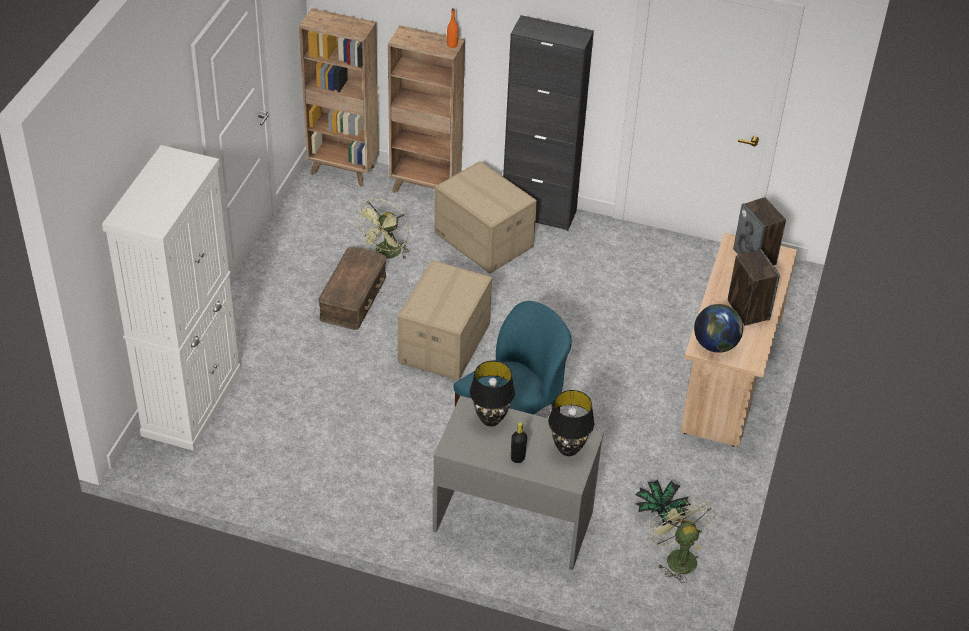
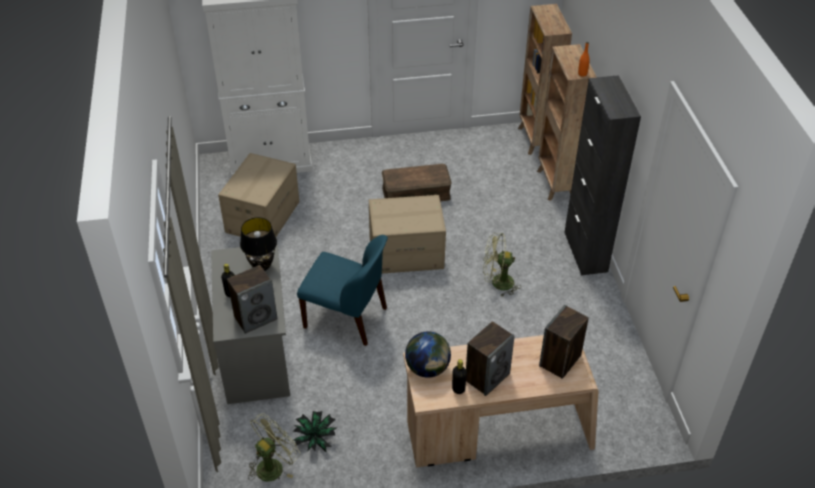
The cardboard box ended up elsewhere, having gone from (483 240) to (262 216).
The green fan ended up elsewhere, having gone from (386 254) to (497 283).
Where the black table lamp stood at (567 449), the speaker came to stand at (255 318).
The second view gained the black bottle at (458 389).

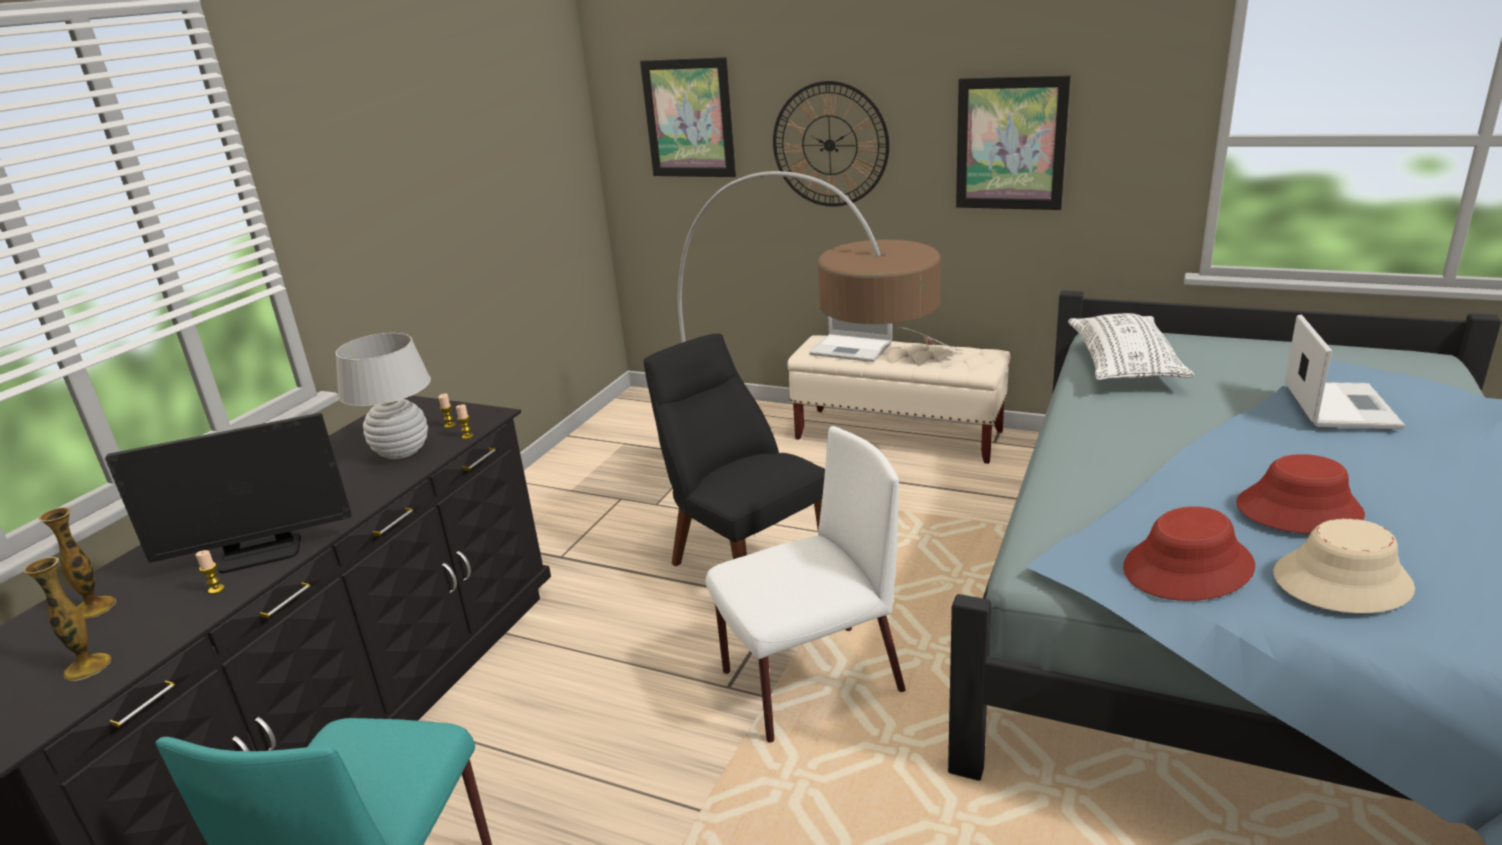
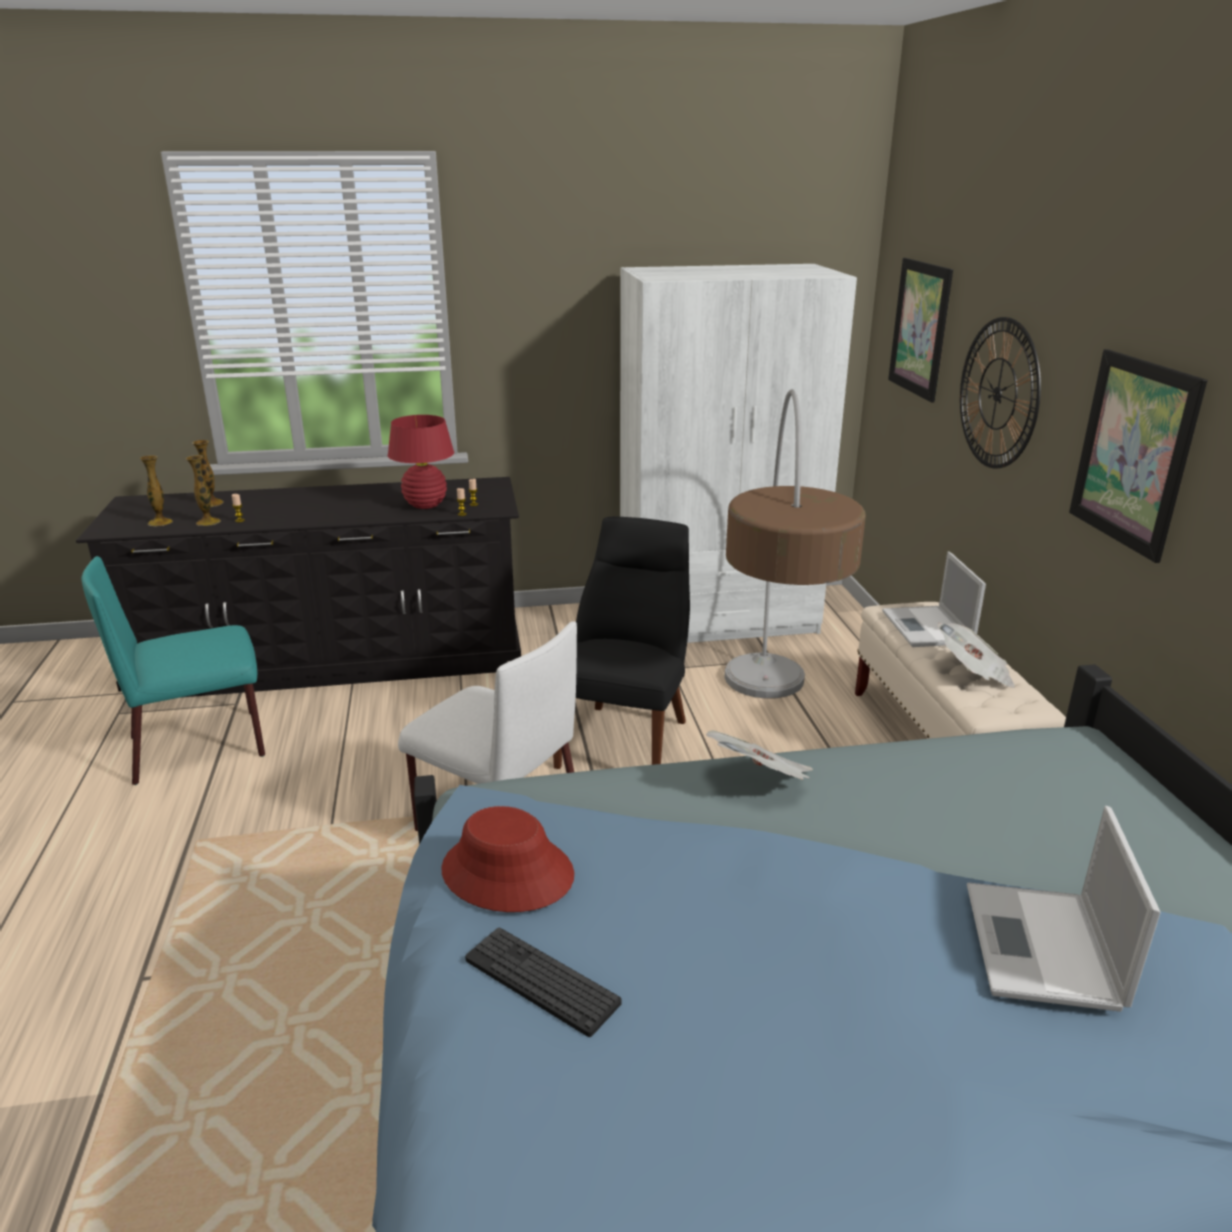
The second view lost the white pillow at (1124 365).
The laptop at (1338 405) ended up facing another way, 120 degrees clockwise from before.
What was the white table lamp at (402 452) turned into the red table lamp at (425 505).
The second view lost the monitor at (260 553).
The second view lost the red hat at (1298 509).
Where the beige hat stood at (1341 581), the keyboard came to stand at (541 981).
The second view gained the white wardrobe at (718 619).
The second view gained the vase at (208 522).
The second view gained the newspaper at (761 780).

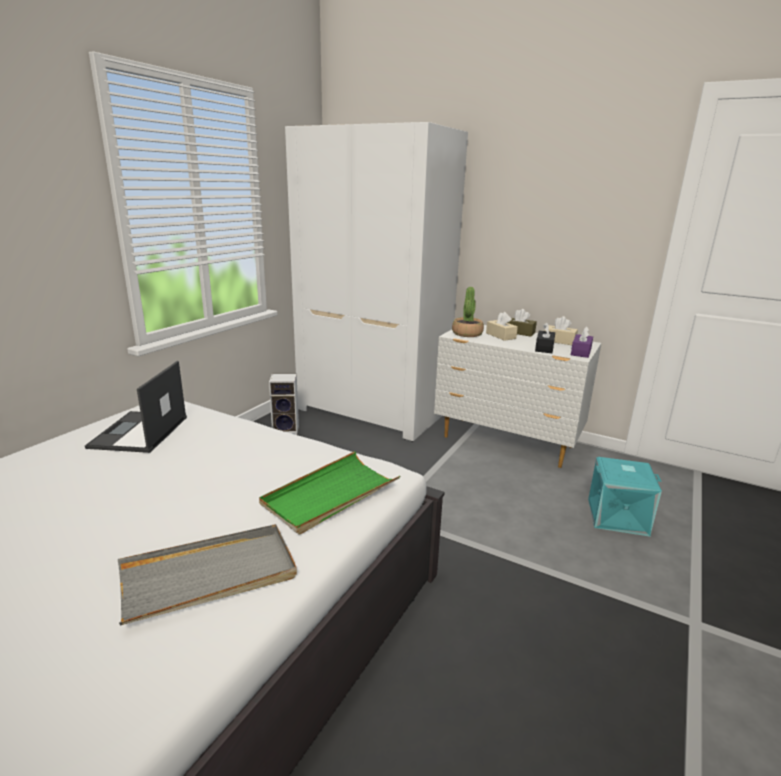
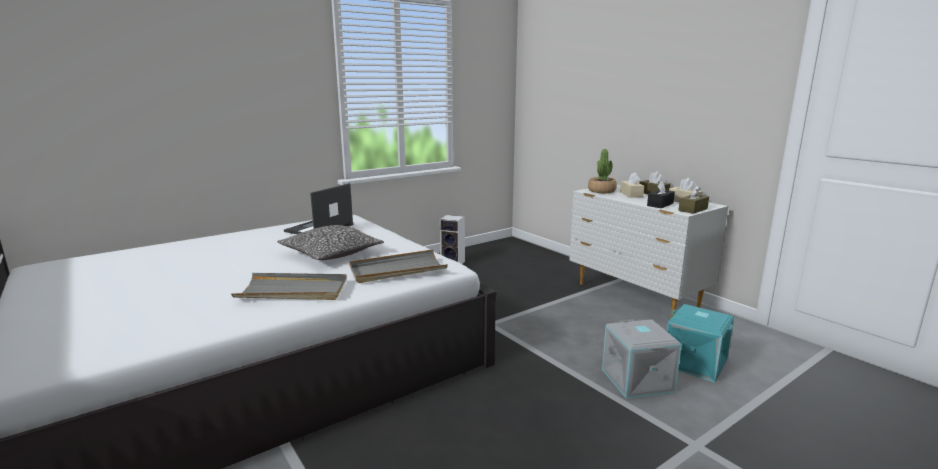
The second view lost the white wardrobe at (374 410).
What was the purple tissue box at (581 352) turned into the brown tissue box at (693 210).
What was the green tray at (330 495) turned into the grey tray at (397 270).
The second view gained the pillow at (331 254).
The second view gained the grey storage box at (638 380).

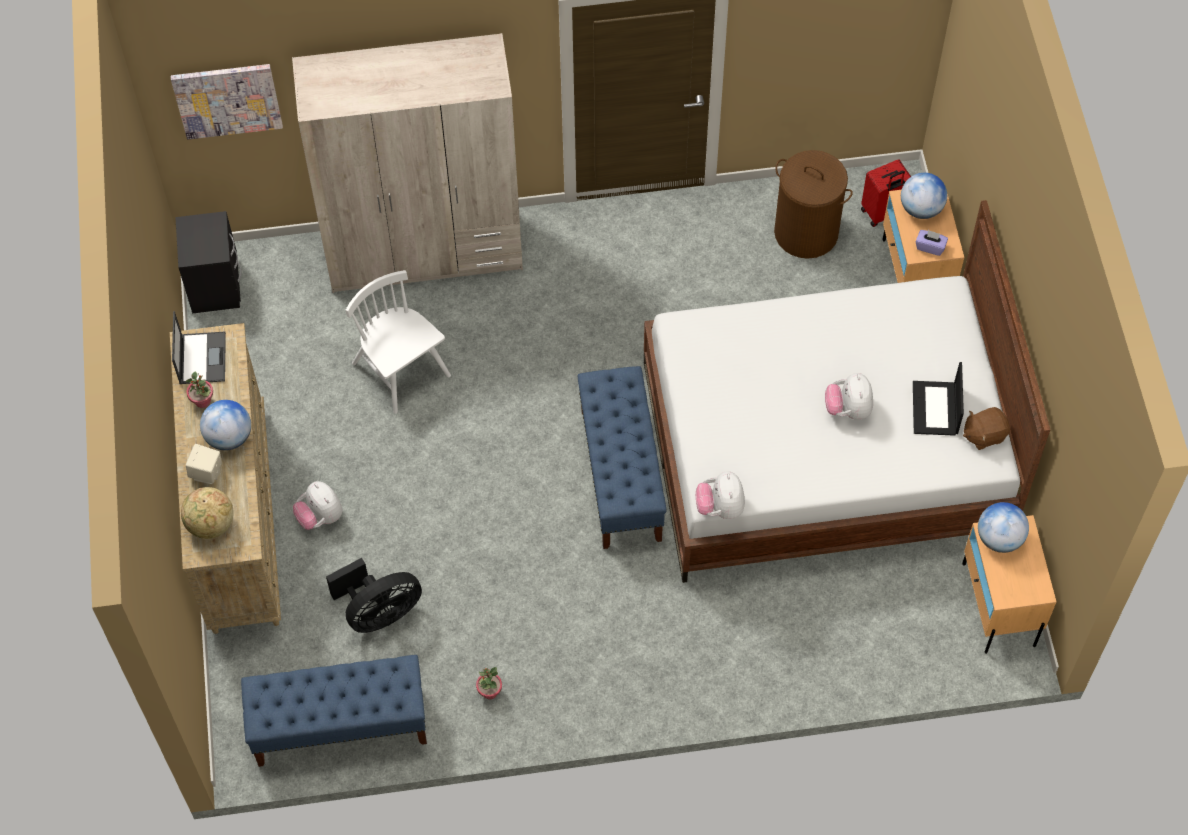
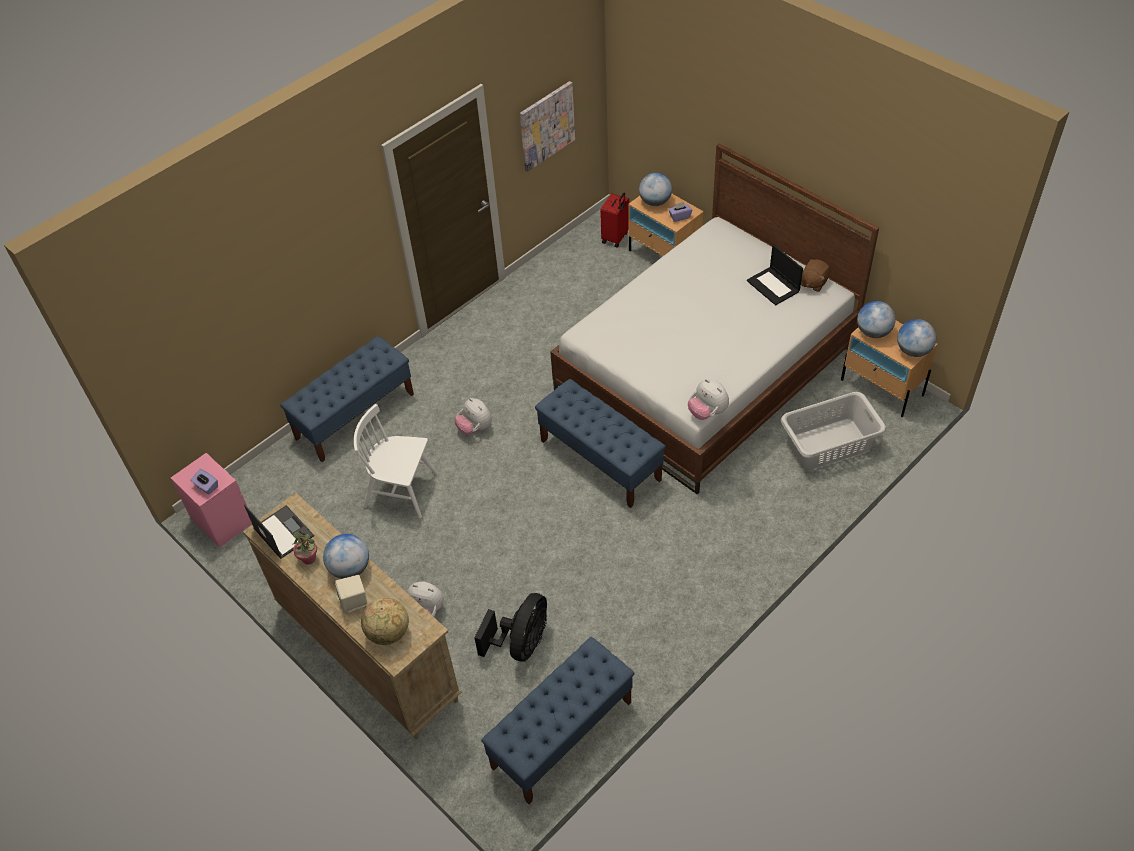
Where the beige wardrobe stood at (425 252), the blue bench came to stand at (355 416).
The picture ended up elsewhere, having gone from (227 100) to (546 125).
The second view lost the brown laundry basket at (806 232).
What was the black nightstand at (215 285) turned into the pink nightstand at (222 520).
The plush toy ended up elsewhere, having gone from (848 409) to (475 428).
The second view lost the potted plant at (489 692).
The second view gained the globe at (913 351).
The second view gained the grey laundry basket at (829 444).
The second view gained the purple tissue box at (206 486).

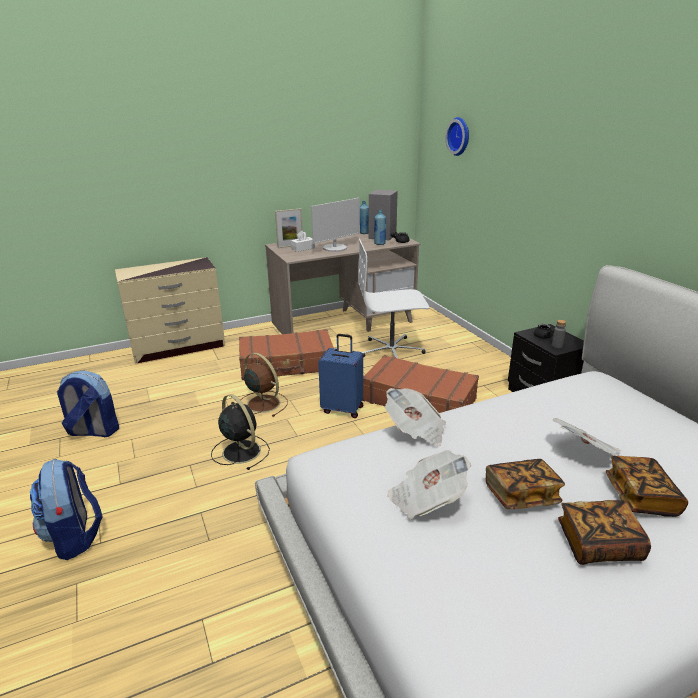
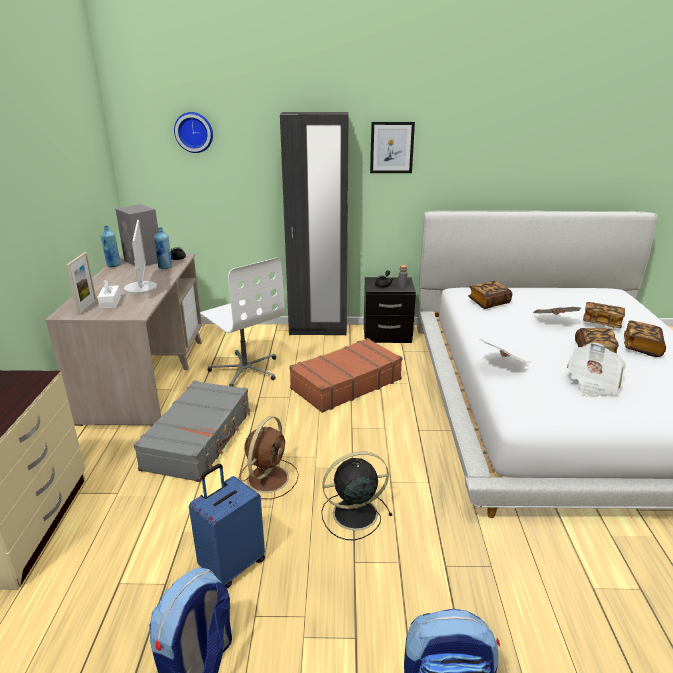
The white office chair at (392 351) ended up facing another way, 60 degrees counterclockwise from before.
What was the brown suitcase at (287 364) turned into the grey suitcase at (199 439).
The blue suitcase ended up elsewhere, having gone from (343 409) to (232 565).
The brown fan at (262 403) ended up facing another way, 135 degrees clockwise from before.
The second view gained the black wardrobe at (318 330).
The second view gained the picture at (391 147).
The second view gained the book at (488 302).

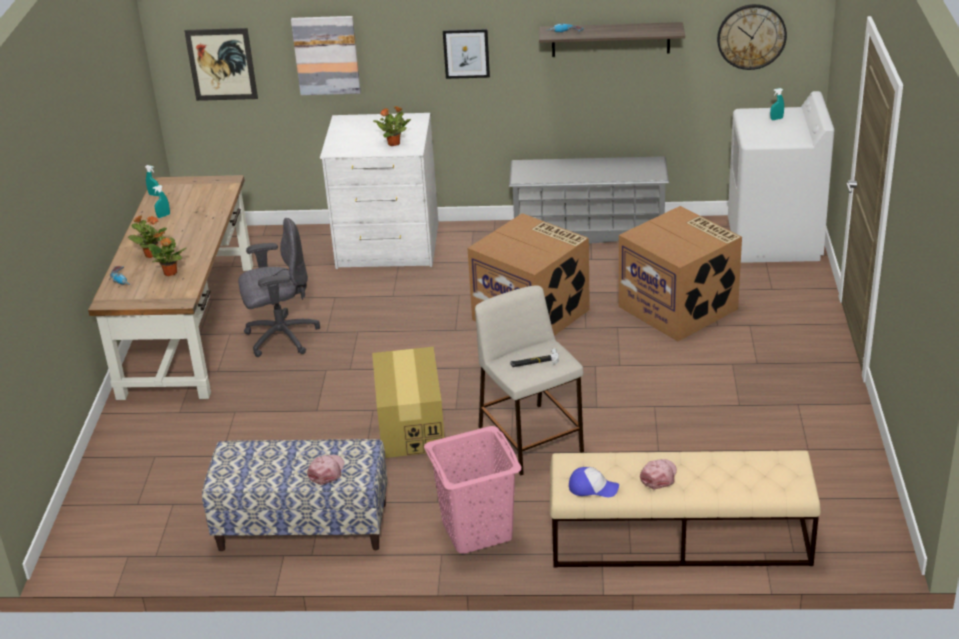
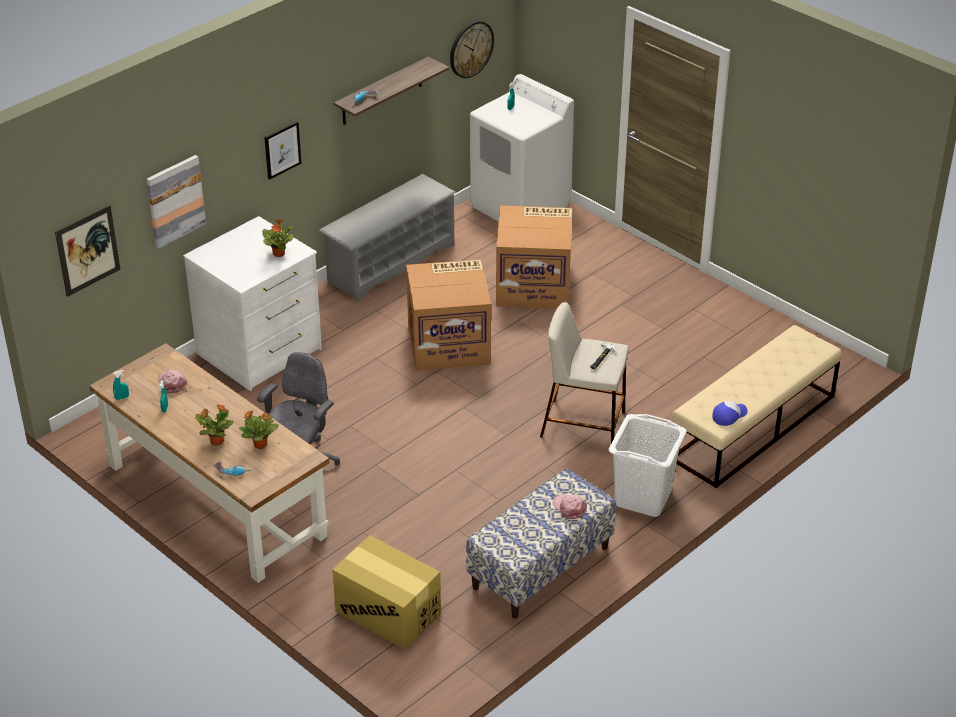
The cardboard box ended up elsewhere, having gone from (410 426) to (388 612).
What was the pink laundry basket at (477 531) turned into the white laundry basket at (643 497).
The pink cap ended up elsewhere, having gone from (659 476) to (172 383).

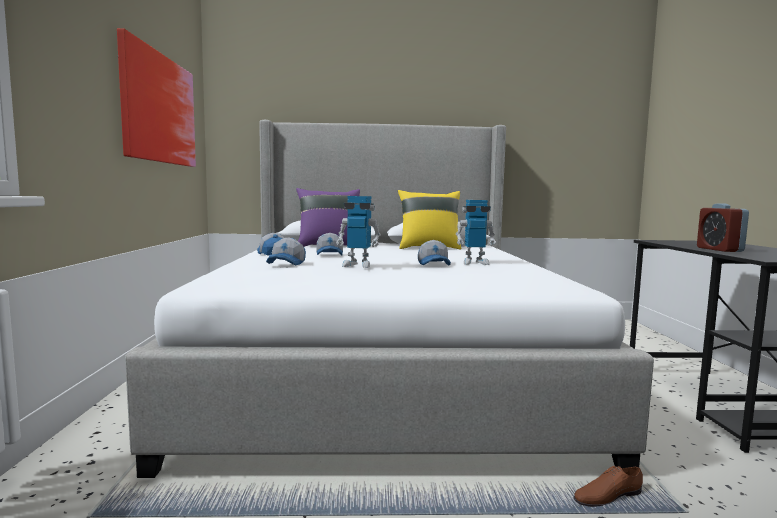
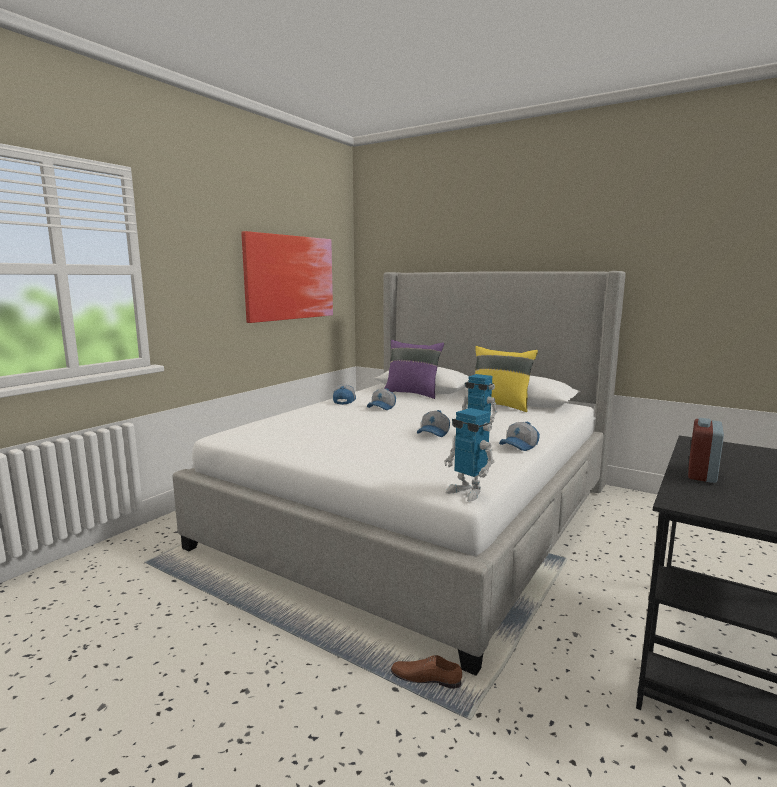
The toy robot ended up elsewhere, having gone from (358 265) to (467 492).
The cap ended up elsewhere, having gone from (287 263) to (519 446).

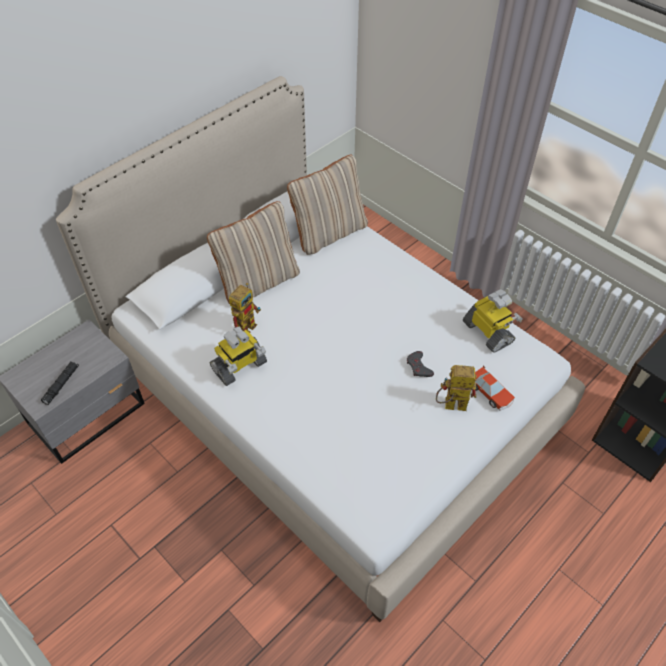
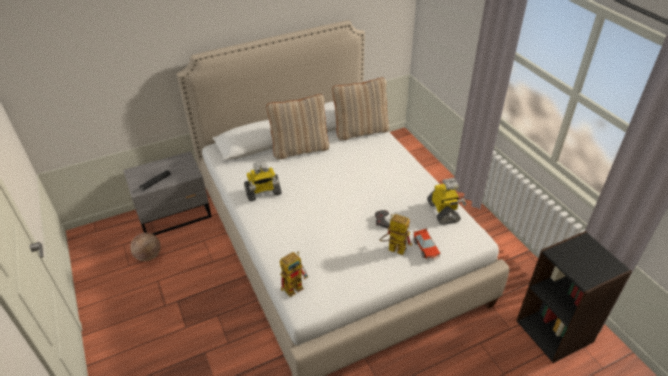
The toy robot ended up elsewhere, having gone from (247 324) to (296 285).
The second view gained the basketball at (148 256).

